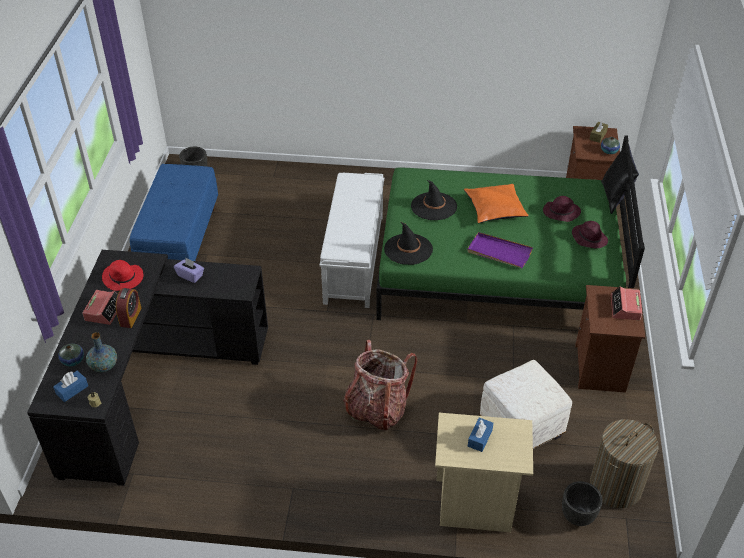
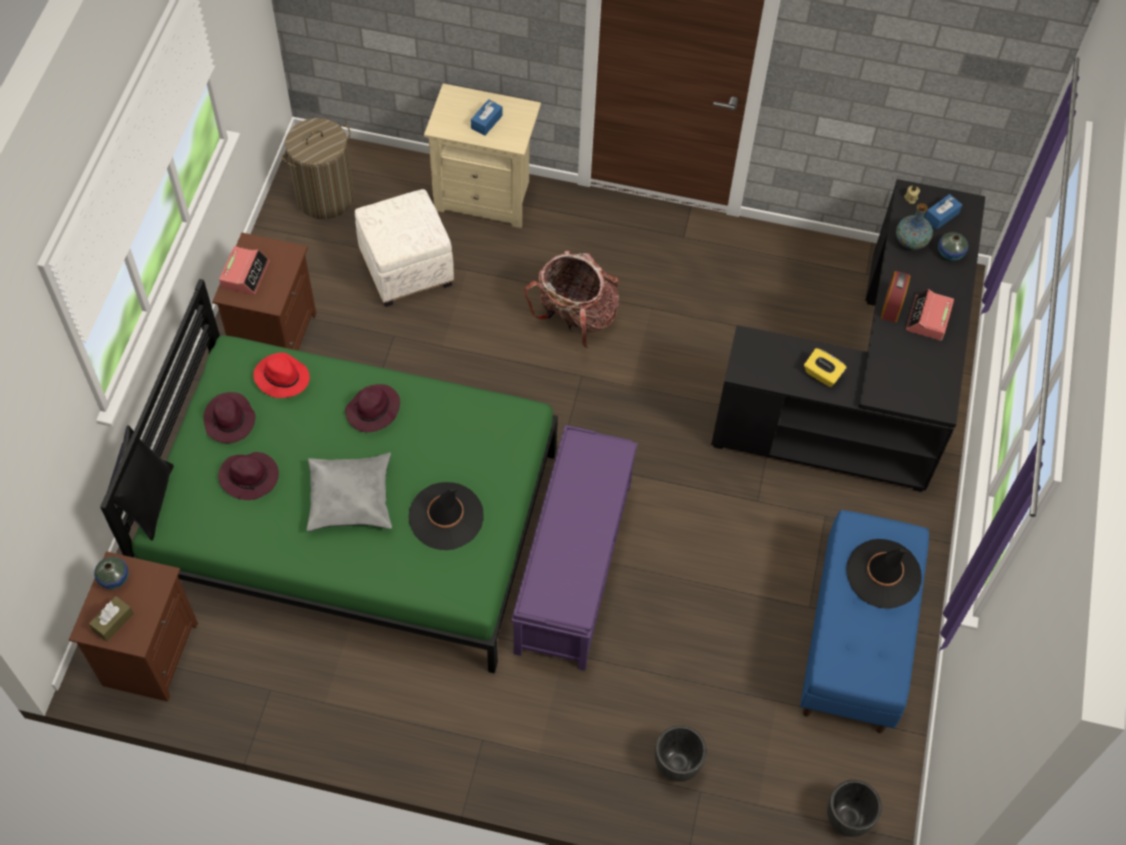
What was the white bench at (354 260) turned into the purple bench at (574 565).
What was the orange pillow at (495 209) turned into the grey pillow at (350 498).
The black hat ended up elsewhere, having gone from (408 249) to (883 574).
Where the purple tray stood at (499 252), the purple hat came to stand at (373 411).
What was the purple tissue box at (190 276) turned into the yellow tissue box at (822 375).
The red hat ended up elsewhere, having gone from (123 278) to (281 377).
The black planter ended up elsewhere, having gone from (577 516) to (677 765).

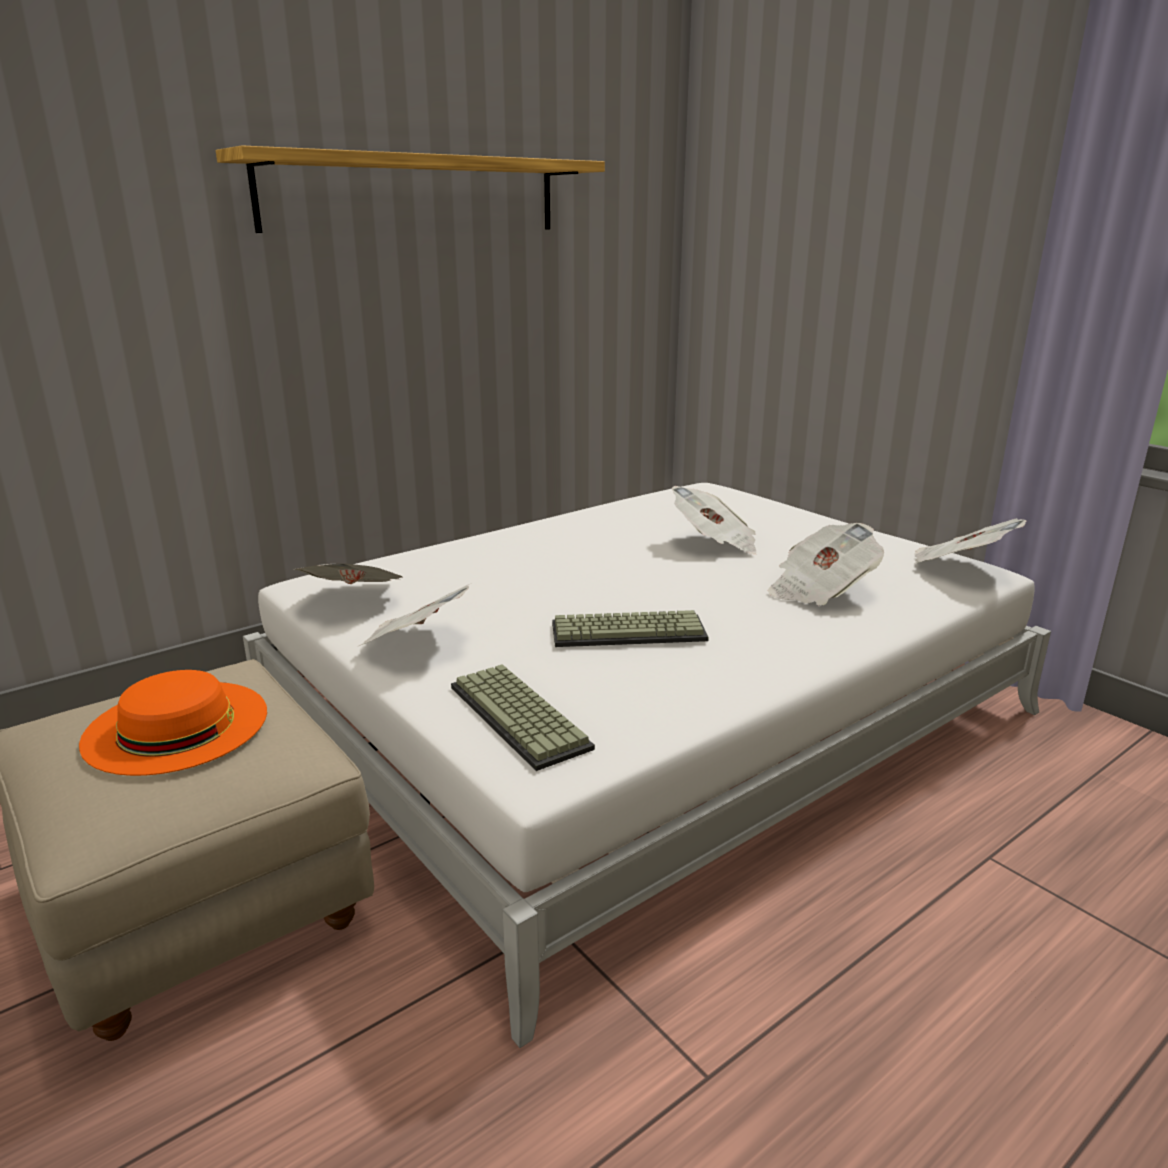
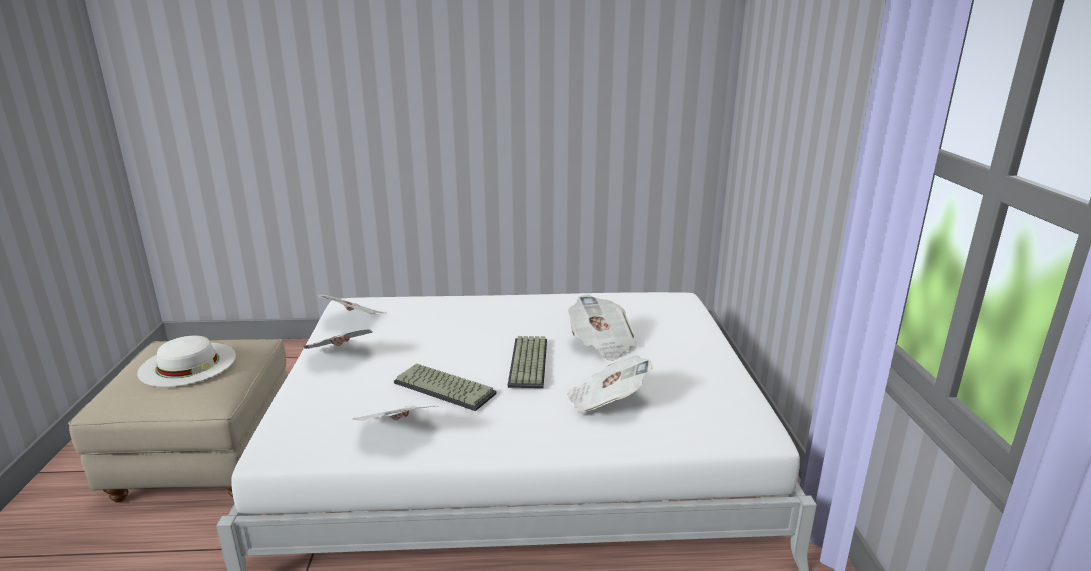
The second view lost the shelf at (415 194).
The newspaper ended up elsewhere, having gone from (959 566) to (398 431).
The keyboard ended up elsewhere, having gone from (522 717) to (530 363).
What was the orange hat at (177 726) turned into the white hat at (188 364).

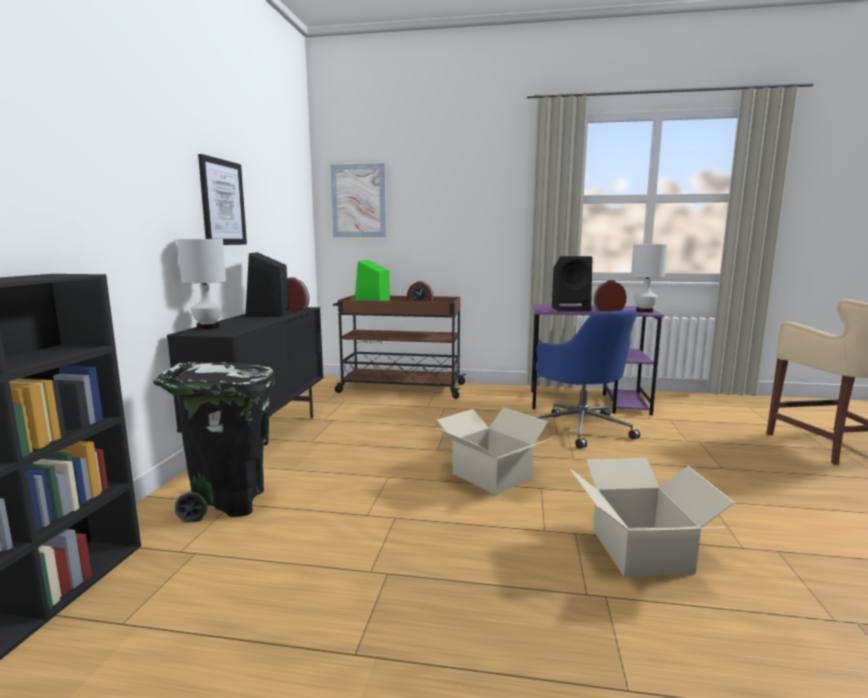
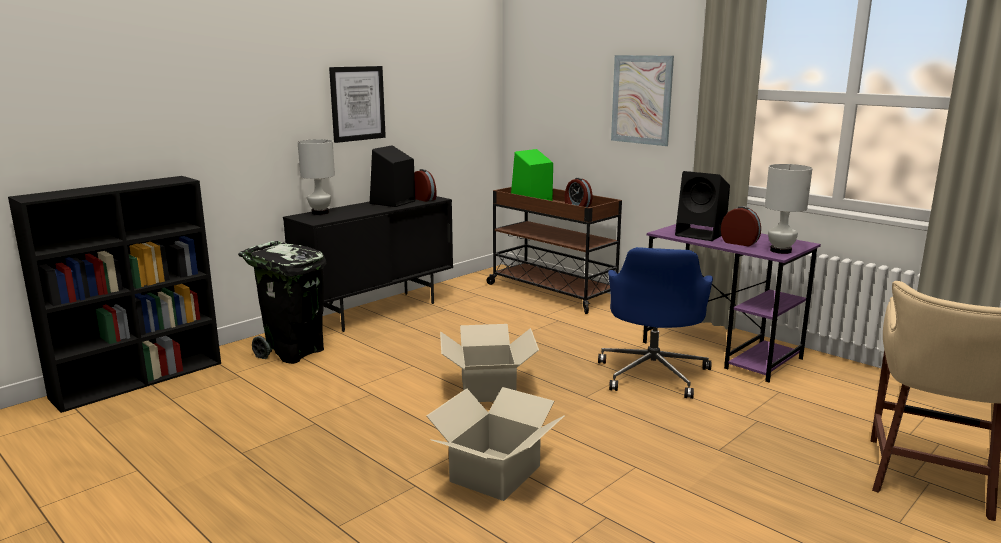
The picture ended up elsewhere, having gone from (358 201) to (641 99).

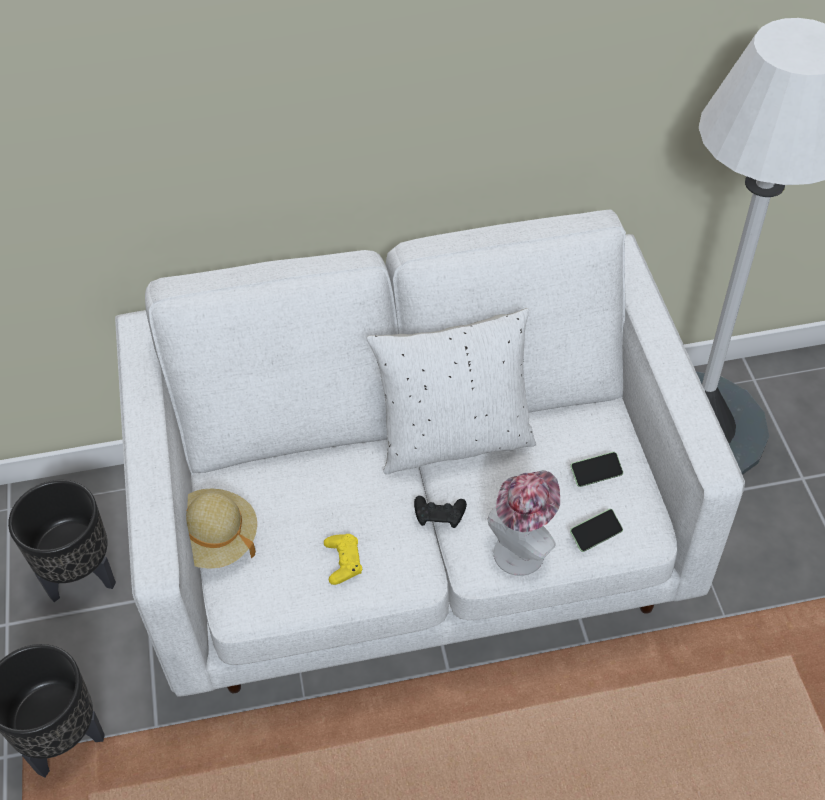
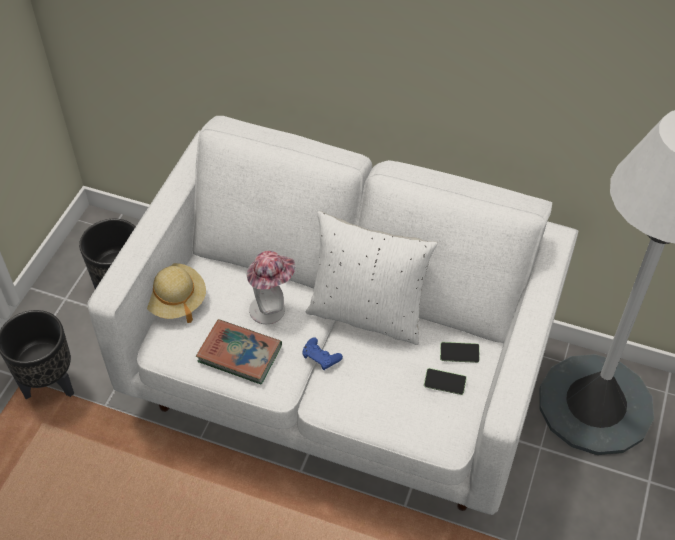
The hat ended up elsewhere, having gone from (523 548) to (272 308).
What was the black game controller at (439 514) turned into the blue game controller at (321 357).
The phone ended up elsewhere, having gone from (595 534) to (459 355).
Where the yellow game controller stood at (343 561), the book came to stand at (240 354).

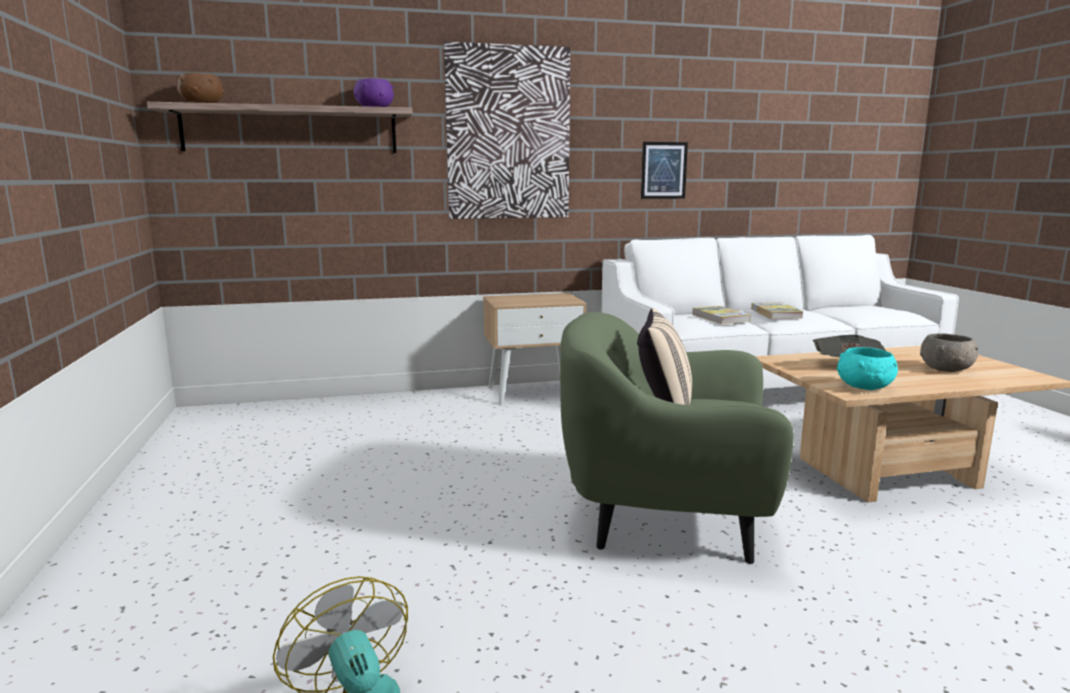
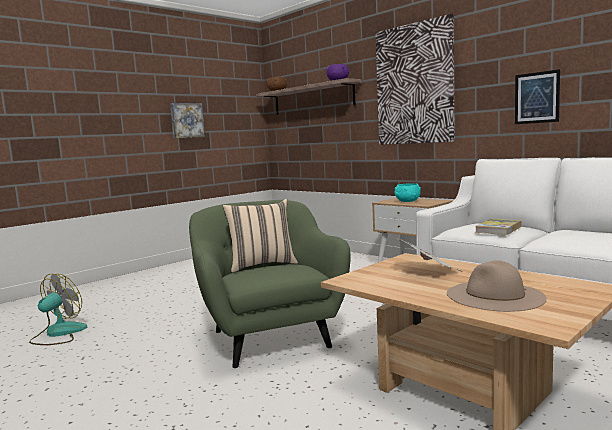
The second view lost the book at (776 313).
Where the grey bowl stood at (946 369), the beige hat came to stand at (494 295).
The turquoise bowl ended up elsewhere, having gone from (864 387) to (407 201).
The second view gained the picture at (186 120).

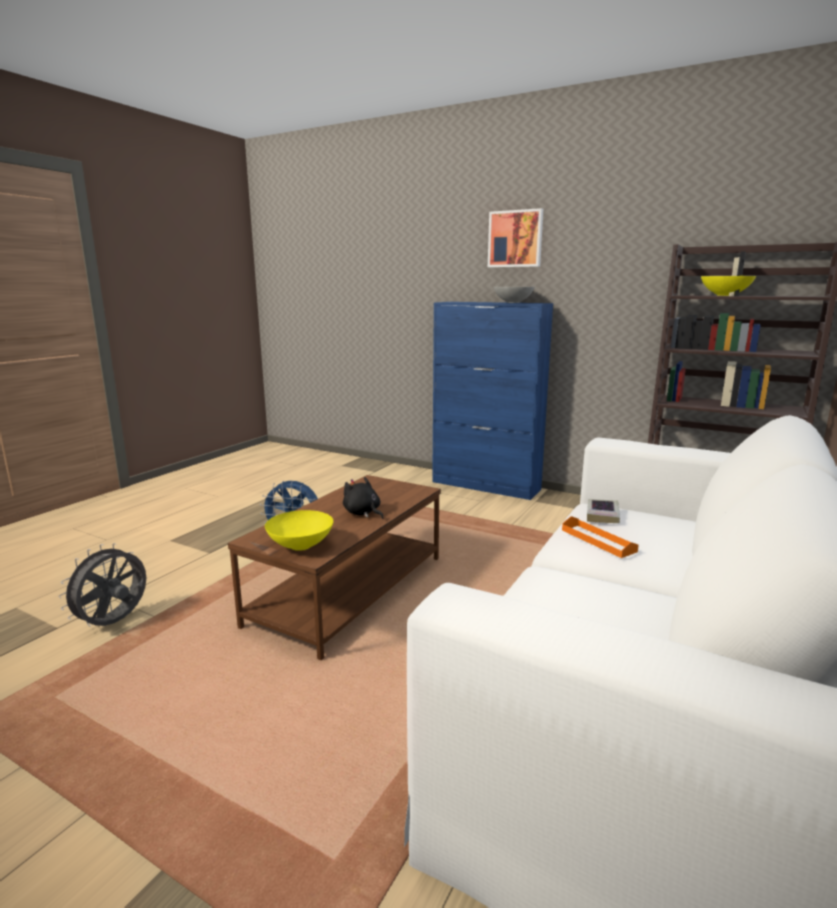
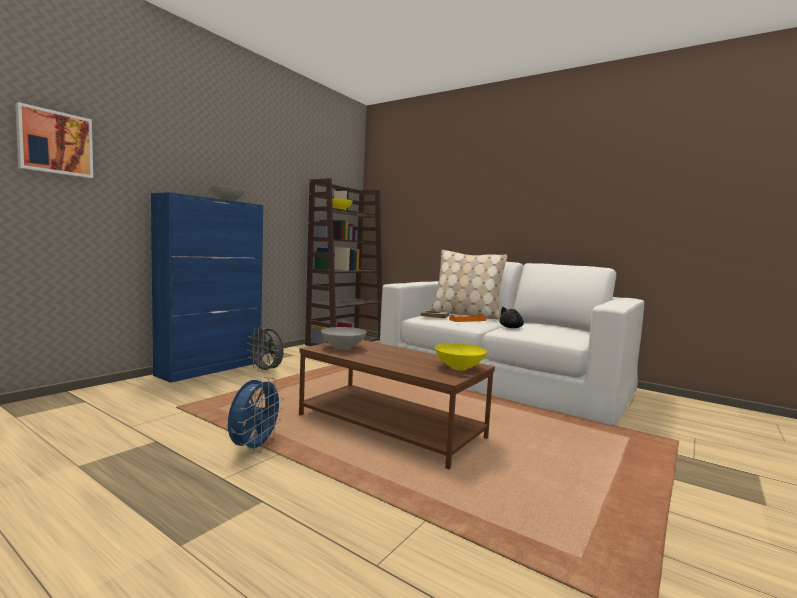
The picture ended up elsewhere, having gone from (515 239) to (55 143).
The black plush toy ended up elsewhere, having gone from (363 513) to (511 328).
The grey fan ended up elsewhere, having gone from (114 623) to (266 371).
The second view gained the beige pillow at (465 314).
The second view gained the grey bowl at (343 348).

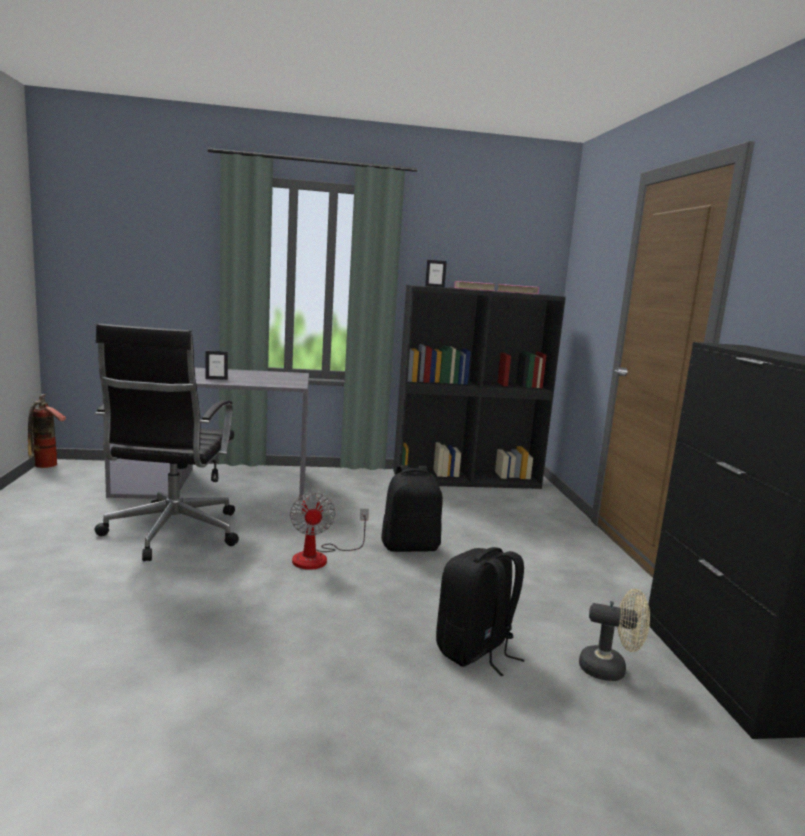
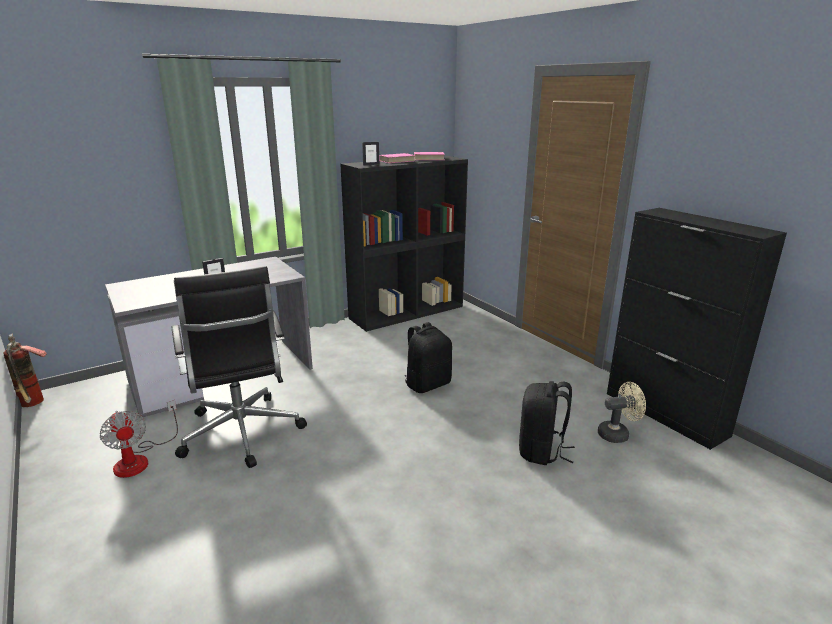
The fan ended up elsewhere, having gone from (319 557) to (140 459).

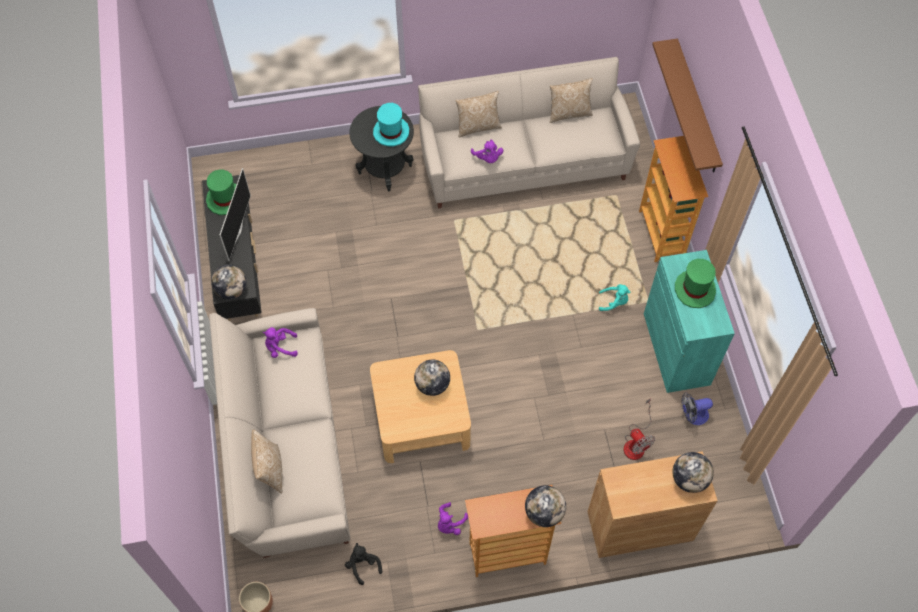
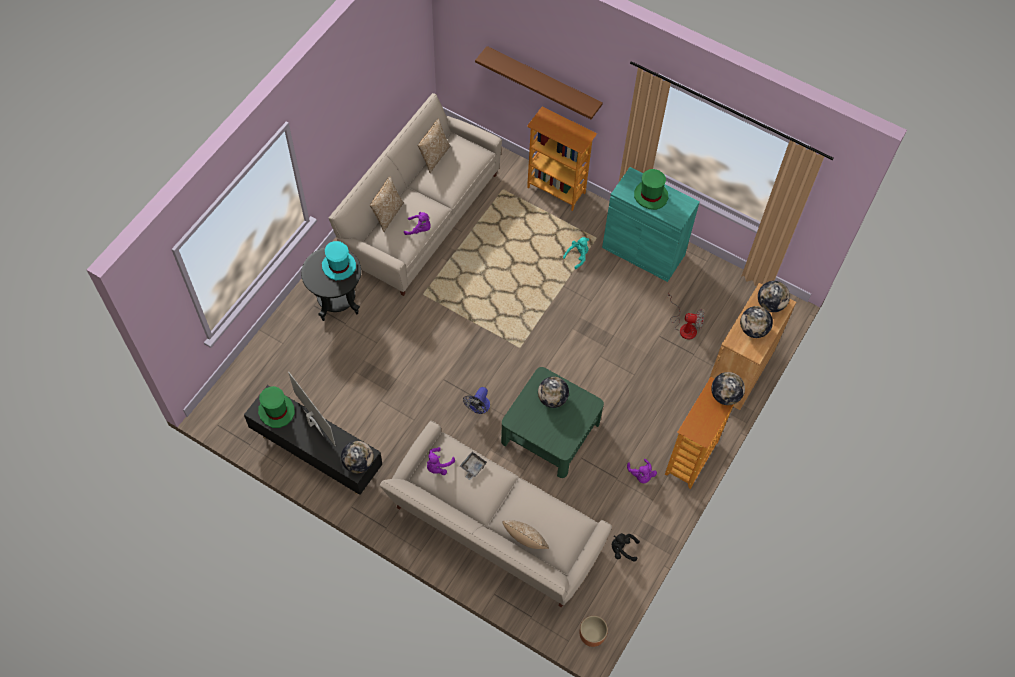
What was the beige coffee table at (420 416) turned into the green coffee table at (550 432).
The fan ended up elsewhere, having gone from (692 416) to (478 408).
The second view gained the globe at (753 329).
The second view gained the grey tray at (472 467).

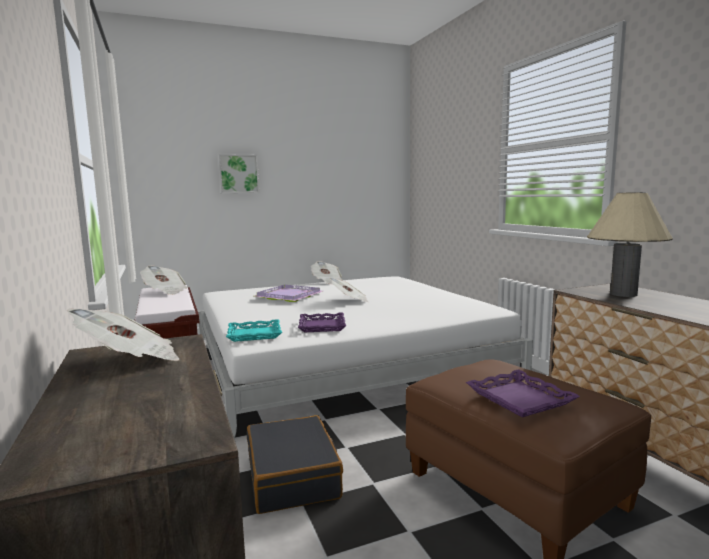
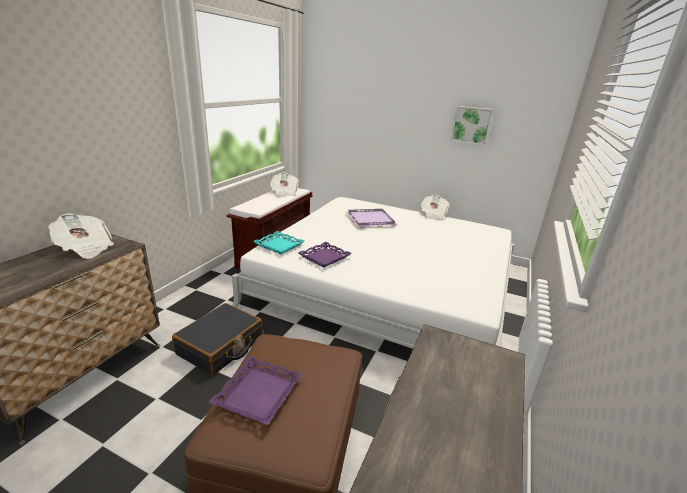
The picture ended up elsewhere, having gone from (238 174) to (471 125).
The second view lost the beige table lamp at (623 294).
The second view lost the newspaper at (350 300).

